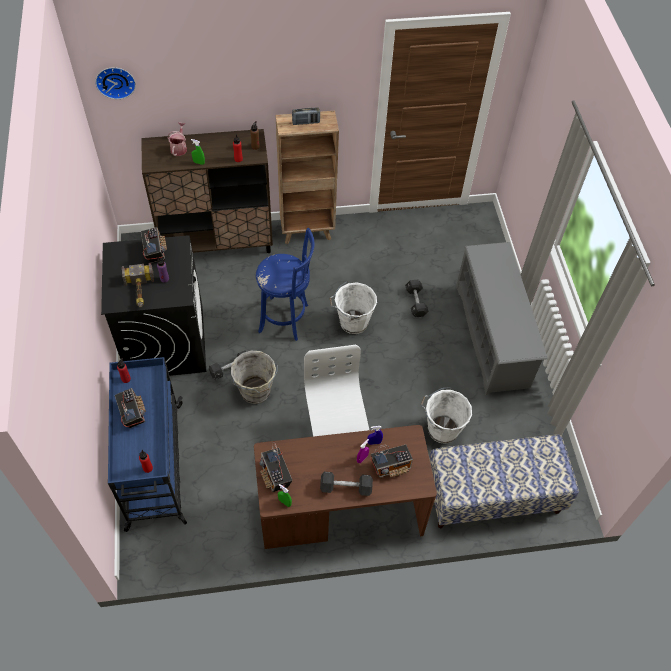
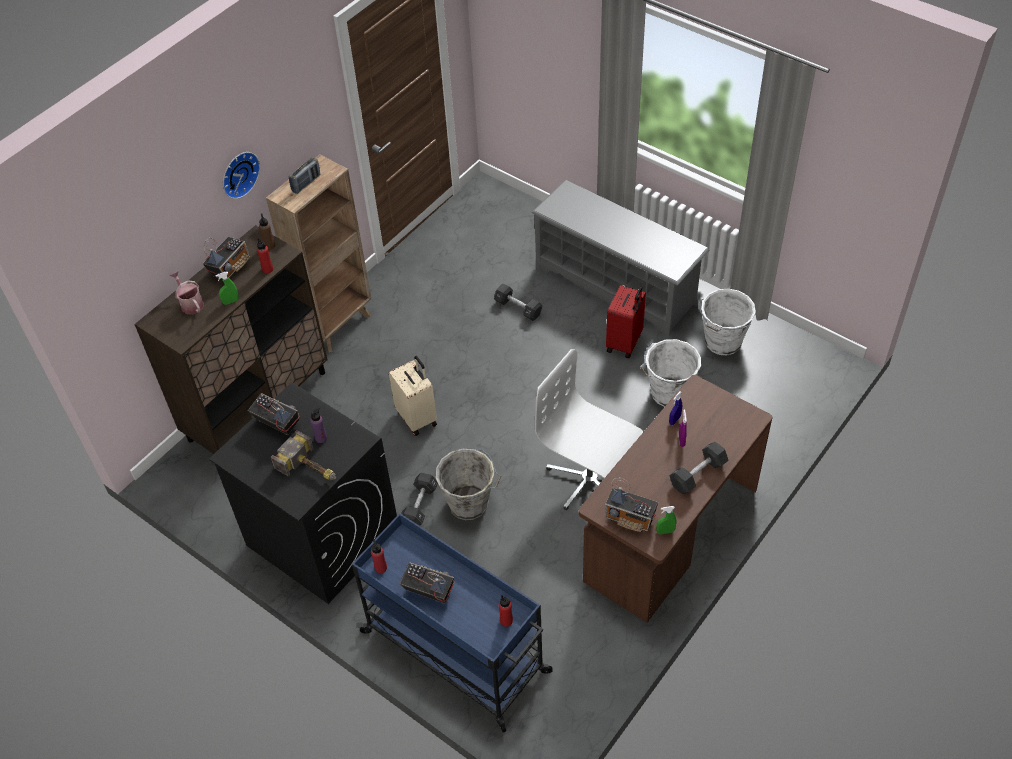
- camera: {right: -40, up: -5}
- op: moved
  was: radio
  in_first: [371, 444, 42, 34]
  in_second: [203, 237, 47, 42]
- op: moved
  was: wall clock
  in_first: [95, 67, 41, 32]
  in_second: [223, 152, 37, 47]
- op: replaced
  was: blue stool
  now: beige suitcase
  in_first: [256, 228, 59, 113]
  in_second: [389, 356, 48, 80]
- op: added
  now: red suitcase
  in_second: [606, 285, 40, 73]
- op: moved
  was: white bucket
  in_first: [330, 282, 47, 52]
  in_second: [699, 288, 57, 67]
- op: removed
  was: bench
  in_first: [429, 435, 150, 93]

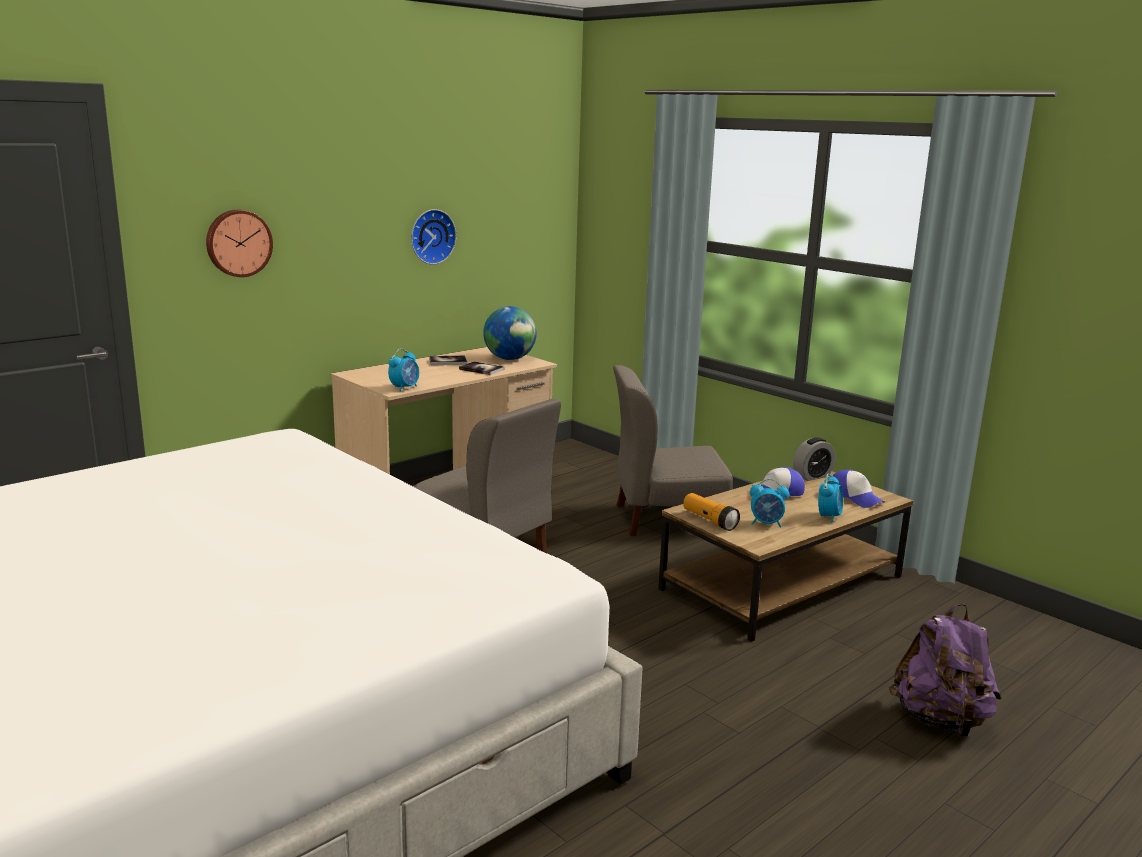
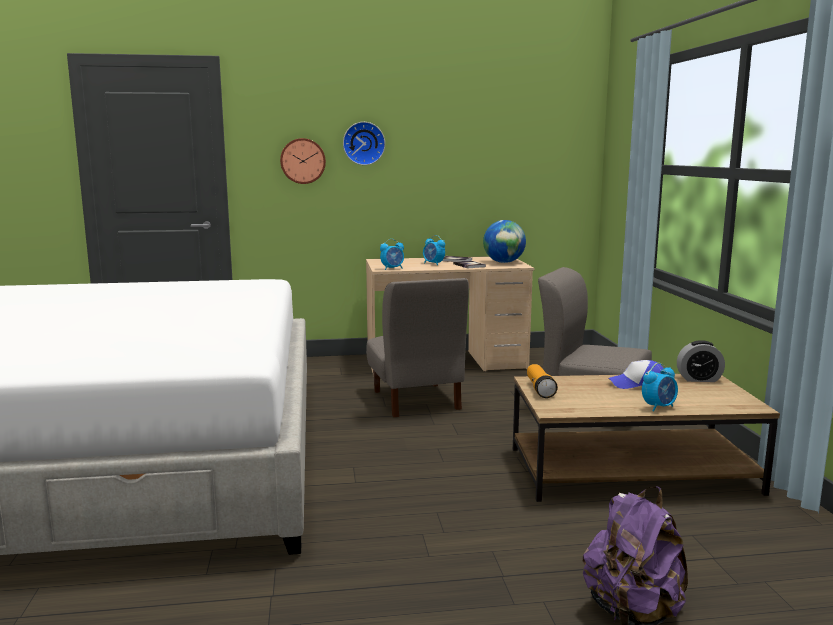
- camera: {right: 35, up: -5}
- op: moved
  was: wall clock
  in_first: [411, 209, 45, 56]
  in_second: [343, 122, 42, 43]
- op: moved
  was: alarm clock
  in_first: [750, 479, 39, 49]
  in_second: [423, 235, 22, 30]
- op: removed
  was: cap
  in_first: [833, 470, 51, 38]

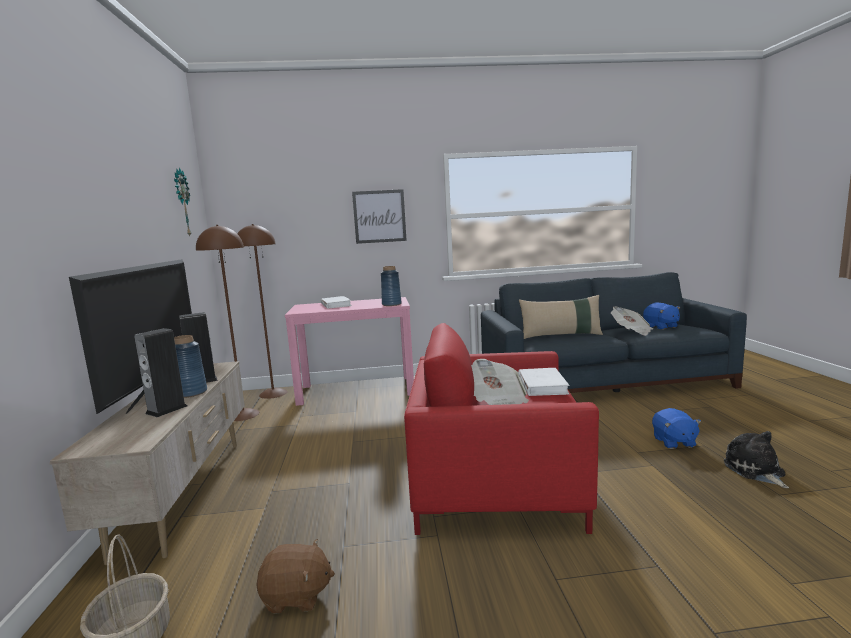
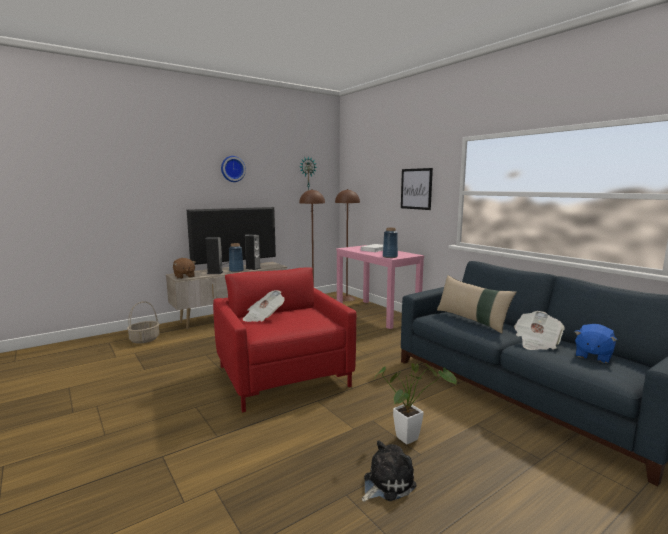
- camera: {right: 60, up: 0}
- op: moved
  was: brown plush toy
  in_first: [256, 539, 79, 75]
  in_second: [173, 258, 23, 21]
- op: added
  now: wall clock
  in_second: [221, 156, 25, 26]
- op: replaced
  was: blue plush toy
  now: potted plant
  in_first: [652, 408, 50, 41]
  in_second: [374, 363, 83, 81]
- op: removed
  was: white book
  in_first: [518, 368, 52, 28]

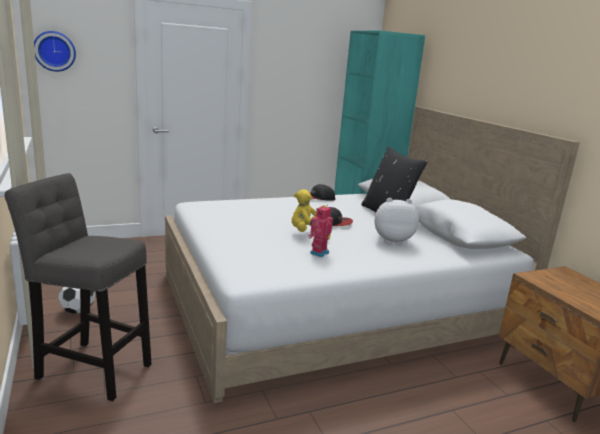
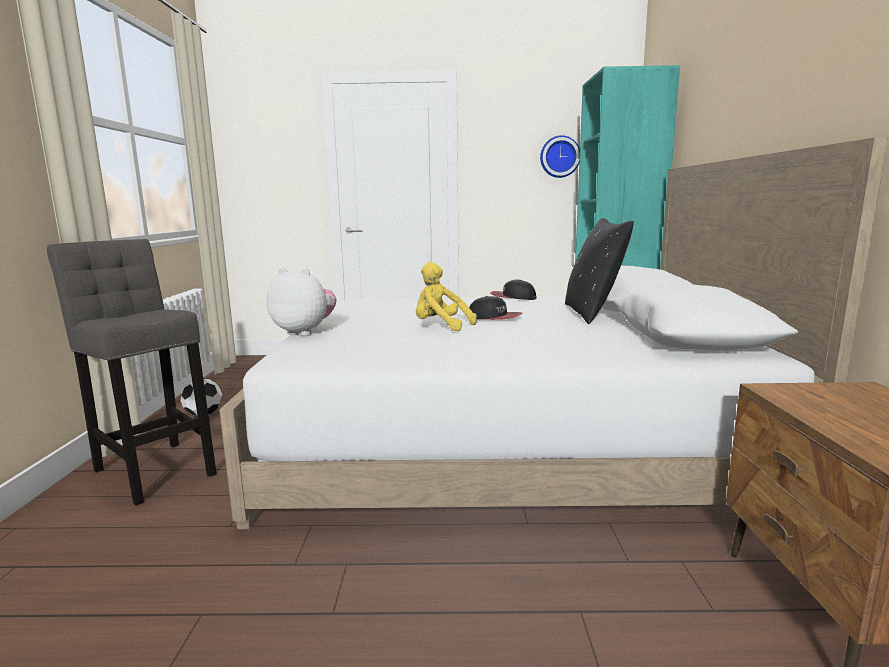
- camera: {right: 25, up: -5}
- op: moved
  was: plush toy
  in_first: [375, 198, 44, 46]
  in_second: [267, 268, 69, 68]
- op: moved
  was: wall clock
  in_first: [34, 31, 42, 41]
  in_second: [540, 135, 40, 43]
- op: removed
  was: toy robot
  in_first: [308, 205, 25, 52]

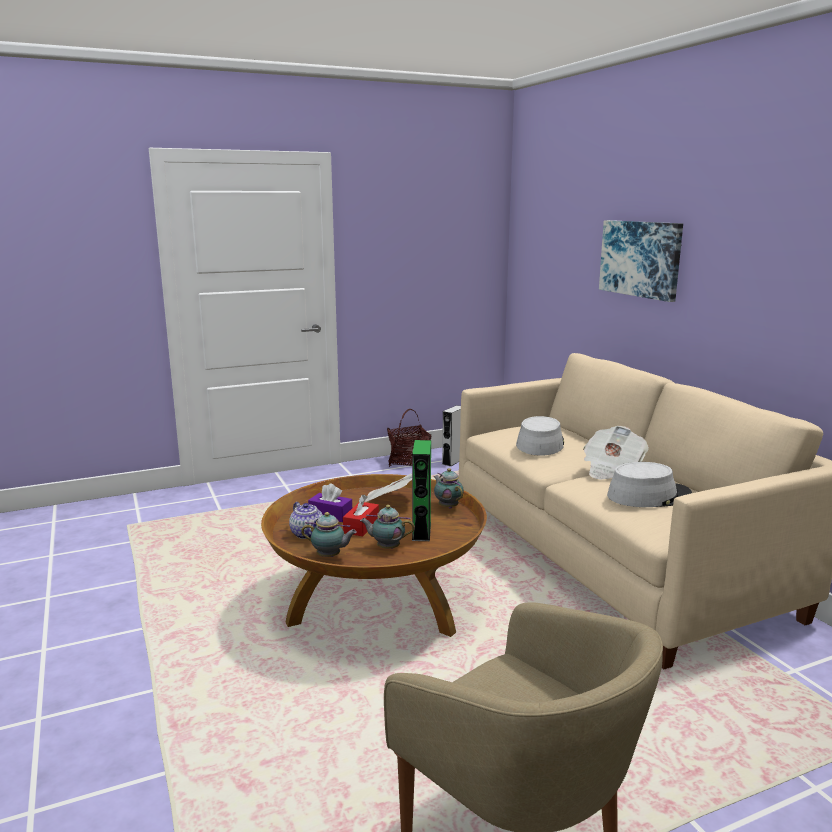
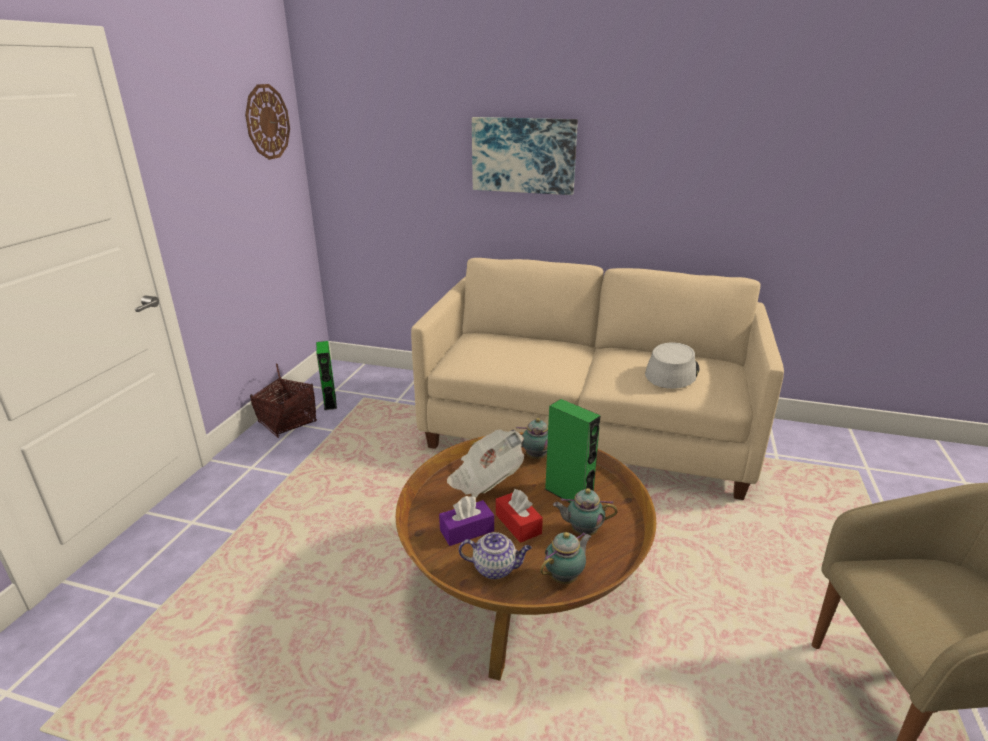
- camera: {right: -50, up: 10}
- op: added
  now: wall clock
  in_second: [245, 84, 45, 76]
- op: recoloured
  was: grey speaker
  now: green speaker
  in_first: [442, 405, 19, 61]
  in_second: [316, 341, 21, 69]
- op: turned
  was: teapot
  in_first: [360, 505, 55, 44]
  in_second: [553, 488, 64, 48]
  clockwise: 45
- op: removed
  was: grey hat
  in_first: [516, 416, 48, 40]
- op: removed
  was: newspaper
  in_first: [583, 426, 66, 53]

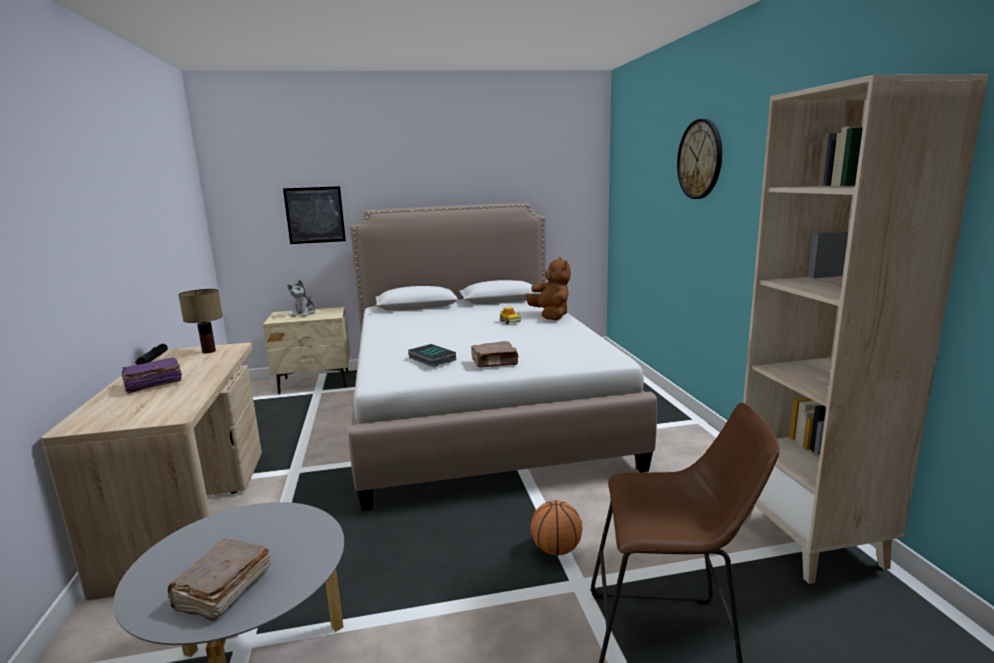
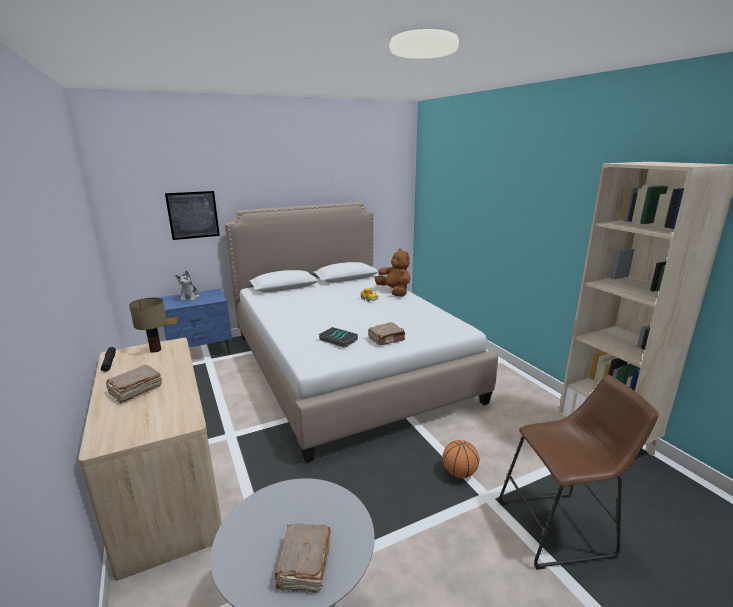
- camera: {right: -15, up: 5}
- op: recoloured
  was: purple book
  now: brown book
  in_first: [122, 357, 60, 37]
  in_second: [106, 365, 56, 38]
- op: recoloured
  was: beige nightstand
  now: blue nightstand
  in_first: [263, 307, 87, 87]
  in_second: [159, 289, 73, 66]
- op: removed
  was: wall clock
  in_first: [677, 119, 45, 80]

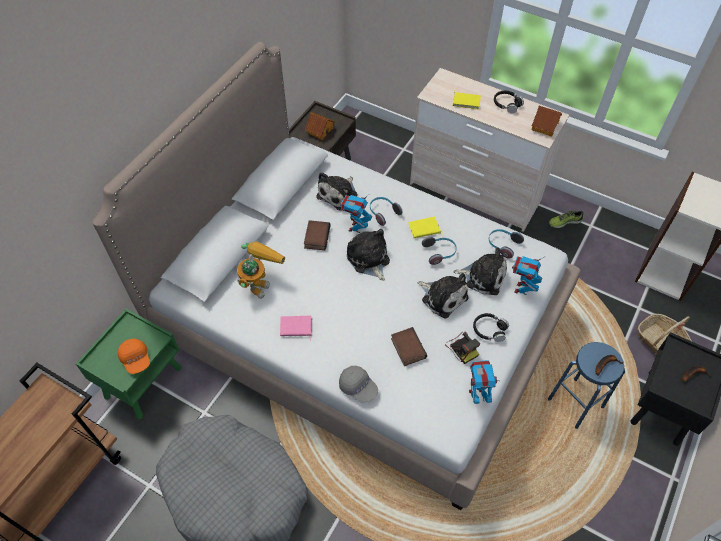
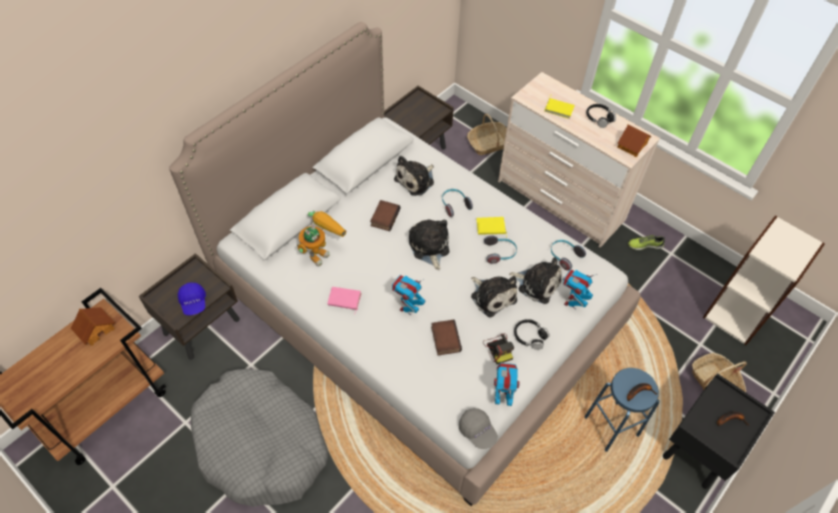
- camera: {right: 10, up: 0}
- op: moved
  was: toy house
  in_first: [305, 112, 30, 28]
  in_second: [71, 307, 44, 38]
- op: recoloured
  was: green nightstand
  now: brown nightstand
  in_first: [75, 308, 107, 111]
  in_second: [139, 253, 101, 107]
- op: recoloured
  was: orange cap
  now: blue cap
  in_first: [118, 338, 32, 36]
  in_second: [178, 283, 28, 32]
- op: moved
  was: toy robot
  in_first: [340, 194, 32, 39]
  in_second: [392, 275, 33, 40]
- op: moved
  was: grey cap
  in_first: [339, 366, 39, 37]
  in_second: [459, 408, 39, 41]
- op: added
  now: basket
  in_second: [467, 114, 40, 41]

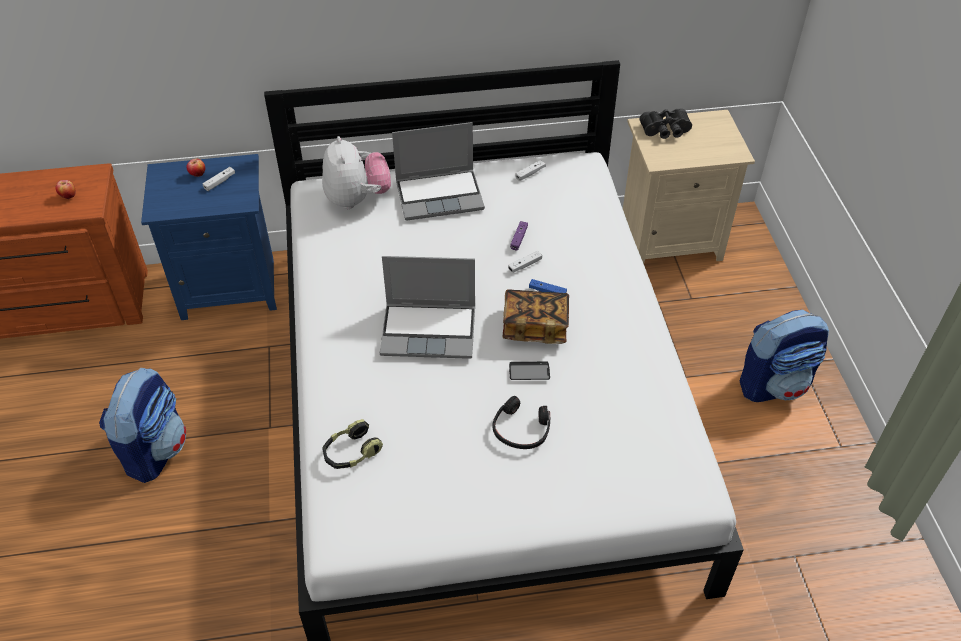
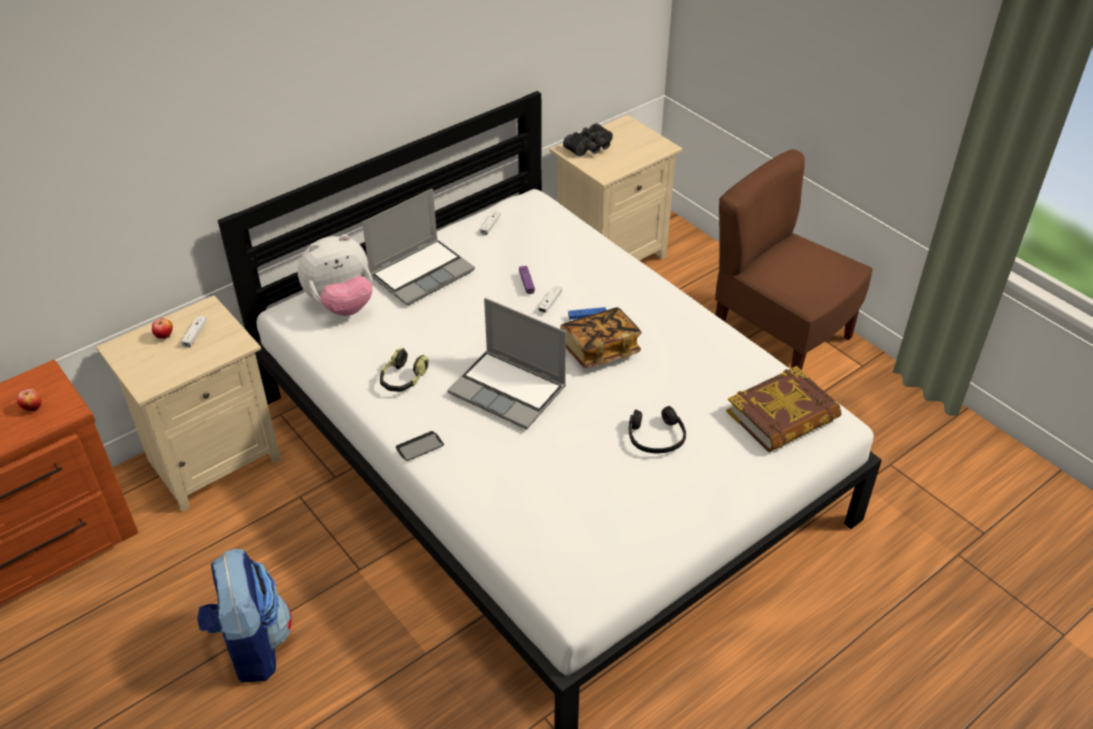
- camera: {right: -30, up: -5}
- op: recoloured
  was: blue nightstand
  now: beige nightstand
  in_first: [141, 154, 136, 166]
  in_second: [96, 296, 185, 216]
- op: turned
  was: plush toy
  in_first: [322, 136, 69, 73]
  in_second: [298, 234, 75, 82]
  clockwise: 105
- op: moved
  was: headphones
  in_first: [322, 419, 61, 50]
  in_second: [380, 348, 49, 44]
- op: moved
  was: phone
  in_first: [509, 362, 41, 18]
  in_second: [396, 431, 48, 30]
- op: turned
  was: laptop
  in_first: [380, 256, 95, 103]
  in_second: [448, 298, 118, 132]
  clockwise: 60
- op: replaced
  was: backpack
  now: brown chair
  in_first: [740, 310, 89, 92]
  in_second: [715, 149, 157, 221]
- op: added
  now: book
  in_second: [726, 366, 115, 86]

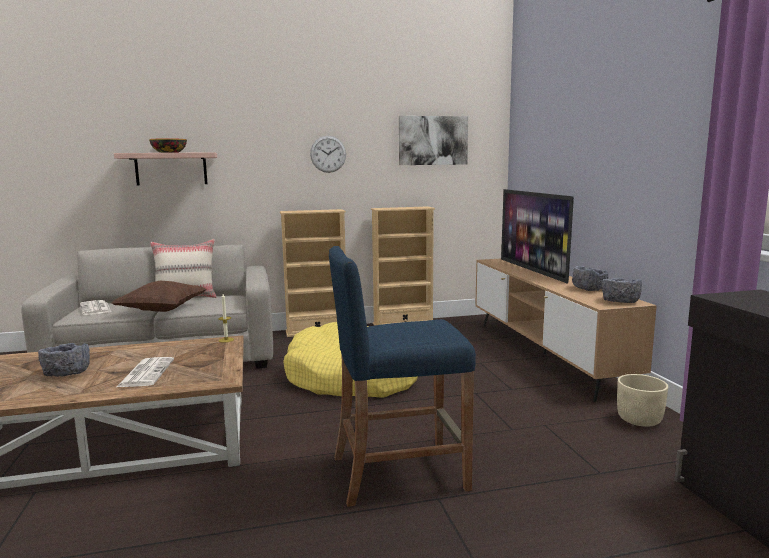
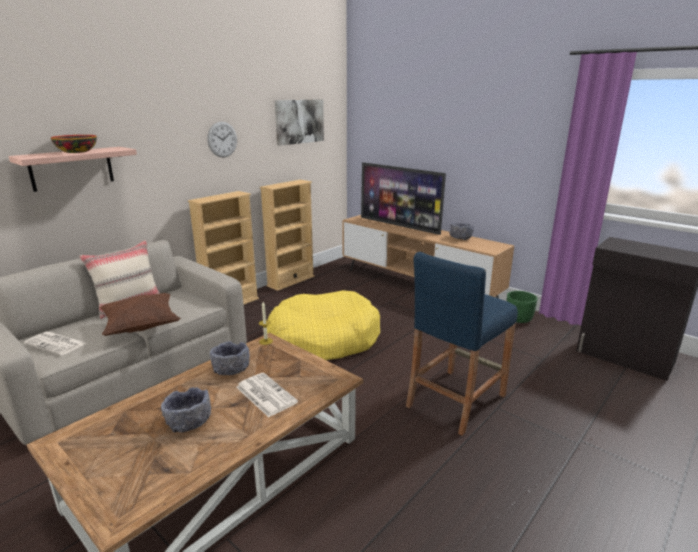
- camera: {right: -35, up: 10}
- op: moved
  was: grey bowl
  in_first: [602, 278, 40, 25]
  in_second: [210, 341, 40, 34]
- op: recoloured
  was: beige planter
  now: green planter
  in_first: [617, 374, 51, 53]
  in_second: [507, 291, 31, 32]

